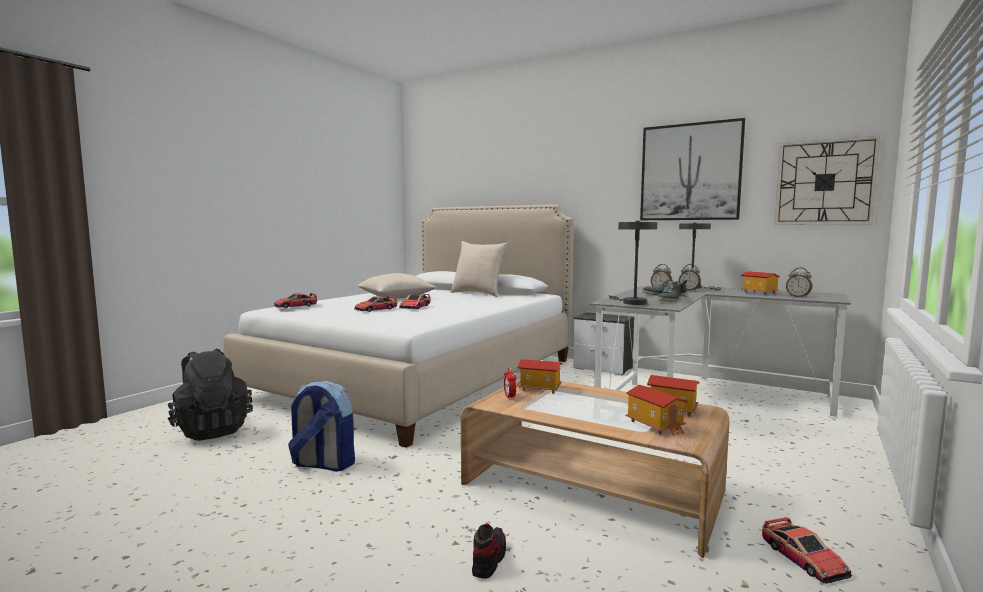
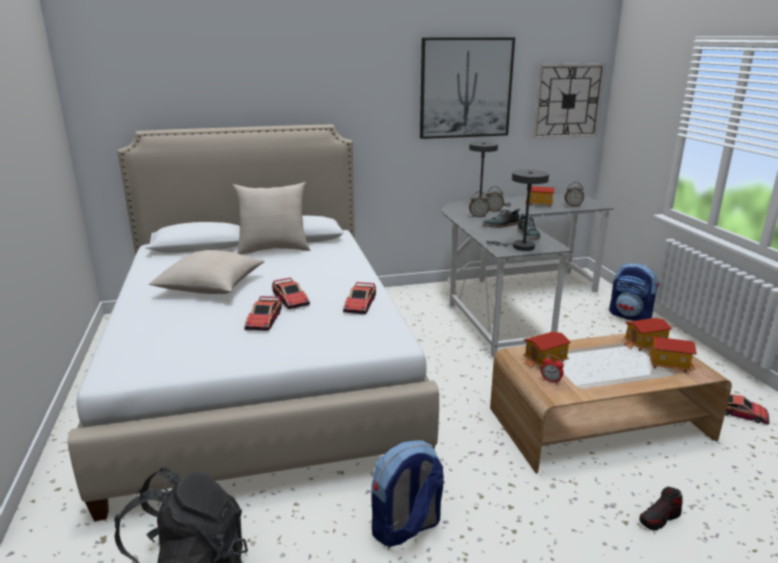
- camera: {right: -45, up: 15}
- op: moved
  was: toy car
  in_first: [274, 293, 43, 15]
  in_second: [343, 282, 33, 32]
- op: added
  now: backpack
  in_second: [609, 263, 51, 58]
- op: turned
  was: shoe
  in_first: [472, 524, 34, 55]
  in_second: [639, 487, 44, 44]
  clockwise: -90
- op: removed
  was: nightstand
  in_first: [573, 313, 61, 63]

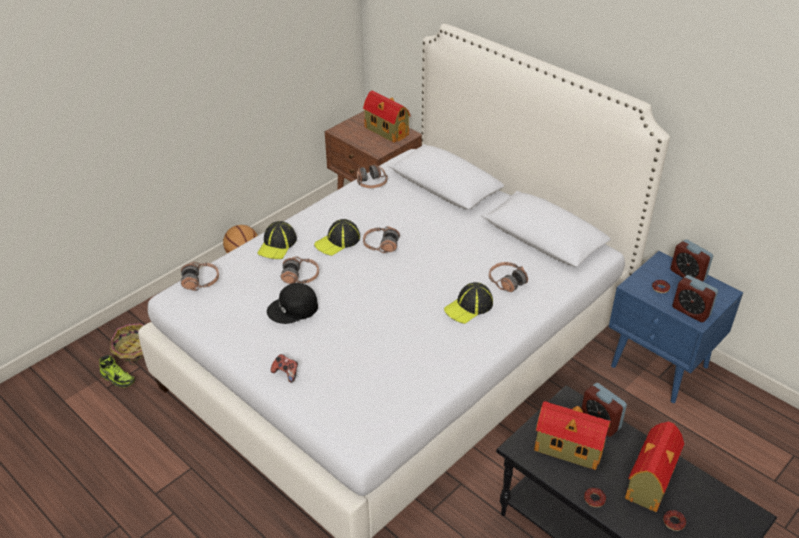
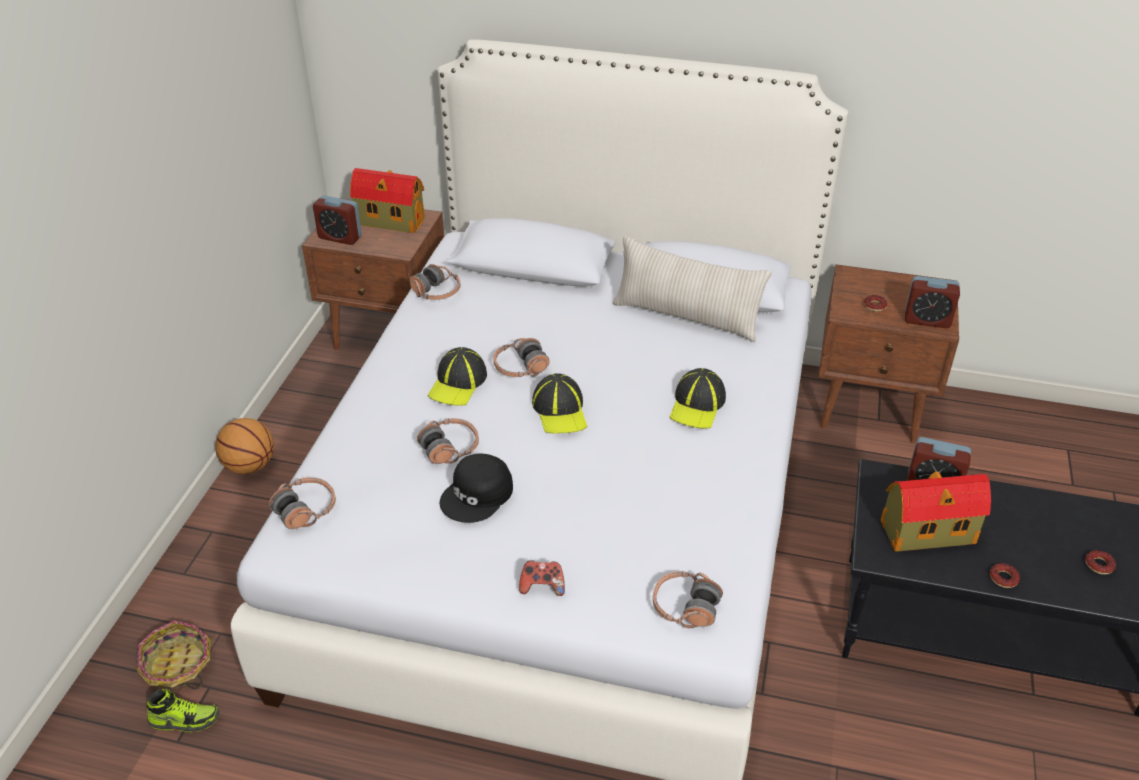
- camera: {right: -30, up: 0}
- op: moved
  was: alarm clock
  in_first: [670, 239, 43, 43]
  in_second: [313, 195, 49, 50]
- op: moved
  was: cap
  in_first: [257, 221, 40, 38]
  in_second: [532, 373, 55, 60]
- op: added
  now: beige pillow
  in_second: [613, 236, 159, 106]
- op: moved
  was: headphones
  in_first: [489, 262, 39, 30]
  in_second: [653, 571, 70, 57]
- op: recoloured
  was: blue nightstand
  now: brown nightstand
  in_first: [609, 251, 134, 152]
  in_second: [818, 264, 141, 179]
- op: removed
  was: toy house
  in_first: [625, 421, 59, 91]

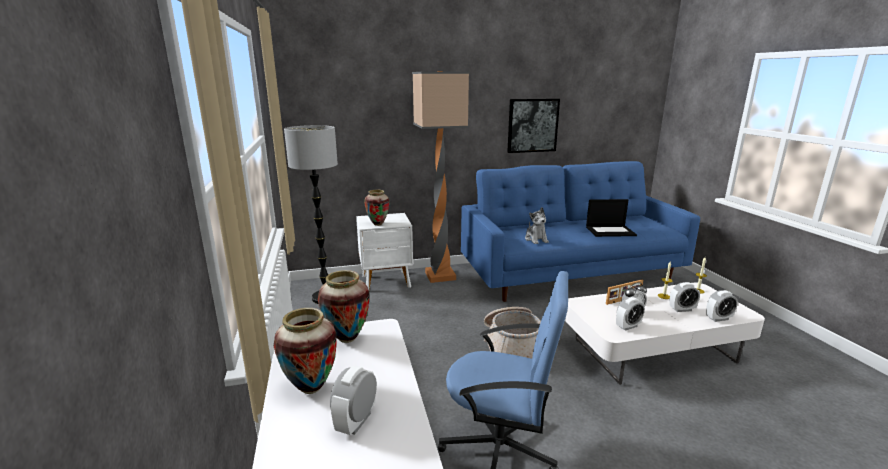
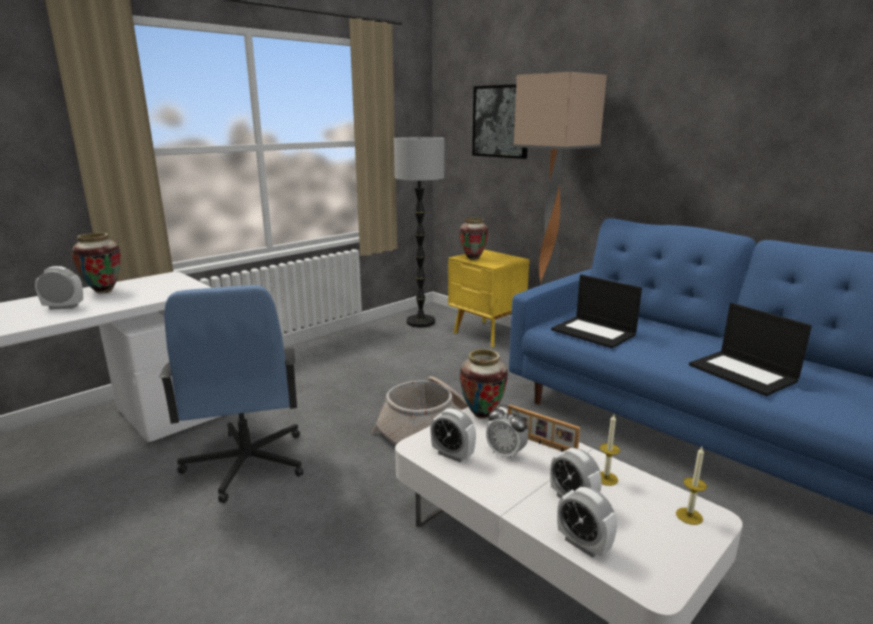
- camera: {right: 60, up: 0}
- op: recoloured
  was: white nightstand
  now: yellow nightstand
  in_first: [356, 213, 57, 77]
  in_second: [448, 249, 81, 98]
- op: moved
  was: vase
  in_first: [318, 270, 51, 73]
  in_second: [459, 349, 49, 70]
- op: moved
  was: picture
  in_first: [507, 99, 53, 54]
  in_second: [472, 84, 56, 75]
- op: replaced
  was: plush toy
  now: laptop
  in_first: [525, 207, 24, 37]
  in_second: [551, 275, 91, 73]

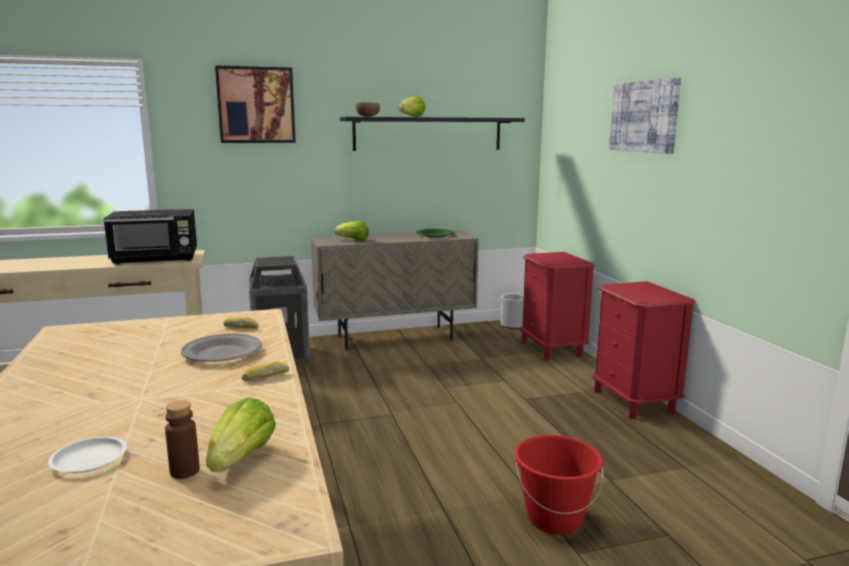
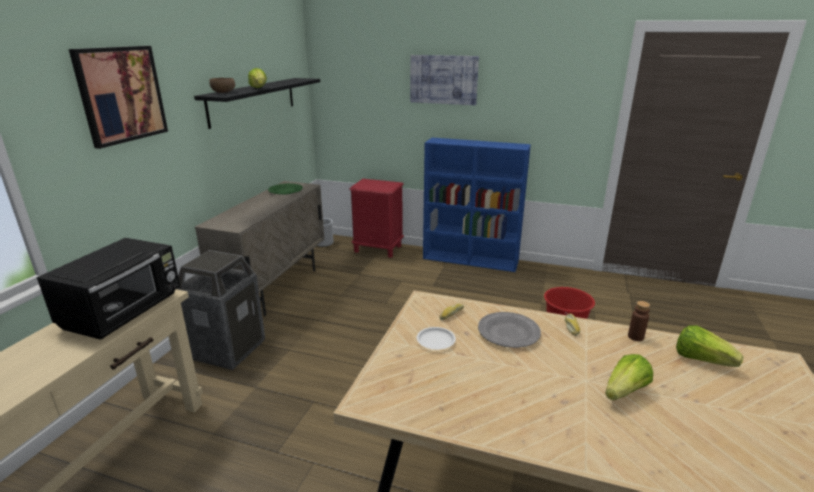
- camera: {right: -55, up: 10}
- op: moved
  was: white plate
  in_first: [48, 437, 79, 36]
  in_second: [417, 327, 39, 23]
- op: replaced
  was: red nightstand
  now: blue bookcase
  in_first: [592, 281, 104, 139]
  in_second: [423, 138, 108, 134]
- op: moved
  was: lettuce
  in_first: [335, 221, 34, 20]
  in_second: [605, 354, 48, 47]
- op: moved
  was: brown bottle
  in_first: [165, 400, 35, 79]
  in_second: [628, 301, 22, 40]

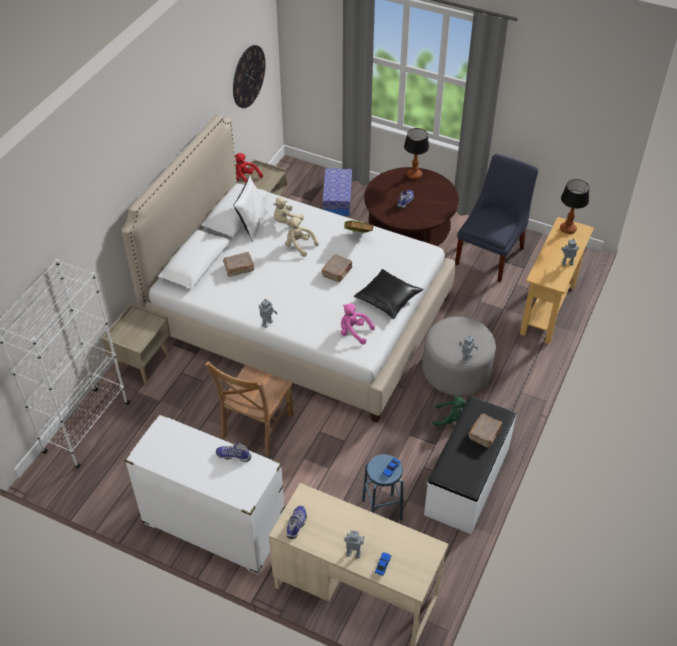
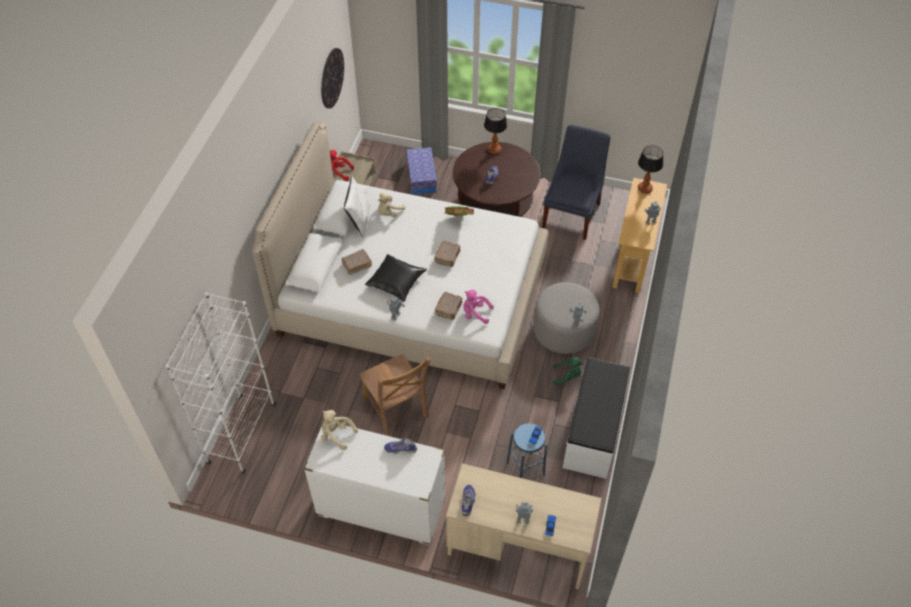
- camera: {right: -10, up: 5}
- op: moved
  was: beige plush toy
  in_first: [285, 217, 34, 40]
  in_second: [321, 410, 37, 40]
- op: turned
  was: brown chair
  in_first: [205, 361, 88, 95]
  in_second: [359, 354, 72, 82]
  clockwise: -45
- op: moved
  was: black pillow
  in_first: [354, 269, 69, 50]
  in_second: [365, 254, 62, 48]
- op: moved
  was: brown book
  in_first: [469, 413, 33, 35]
  in_second: [435, 292, 28, 28]
- op: removed
  was: beige nightstand
  in_first: [101, 303, 69, 80]

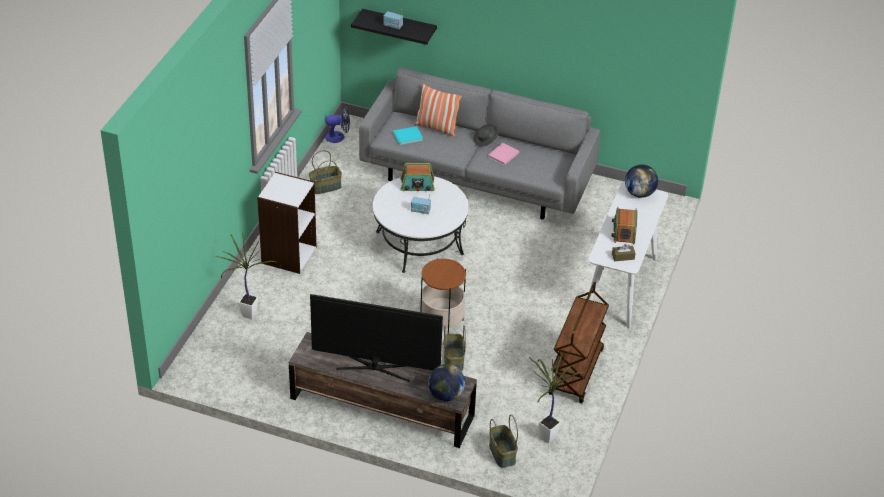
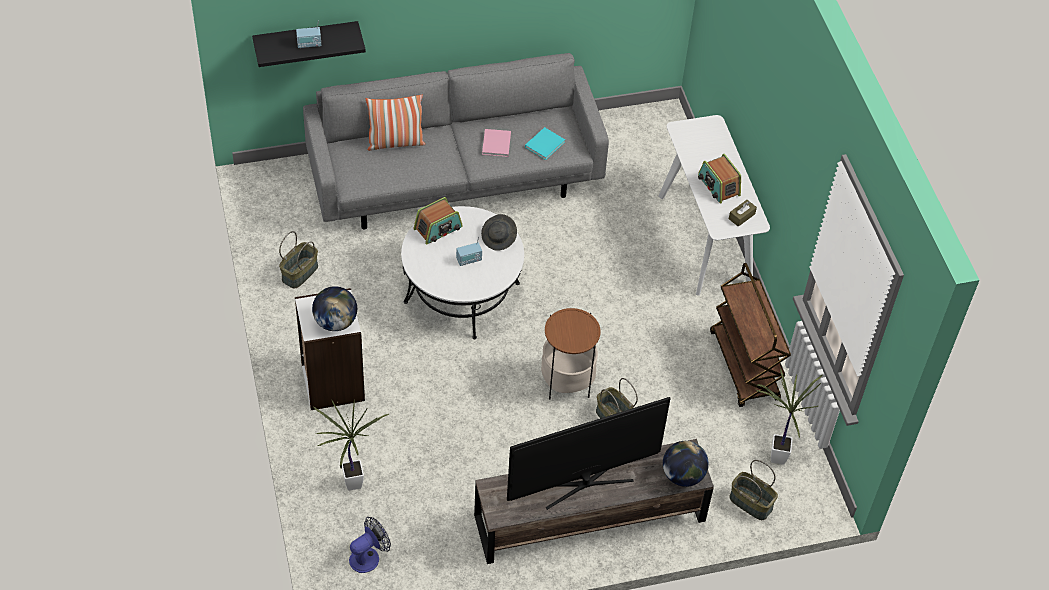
- camera: {right: -35, up: 10}
- op: moved
  was: globe
  in_first: [625, 165, 33, 33]
  in_second: [312, 286, 45, 45]
- op: moved
  was: fan
  in_first: [325, 107, 25, 36]
  in_second: [349, 517, 42, 56]
- op: moved
  was: grey hat
  in_first: [473, 124, 26, 22]
  in_second: [481, 214, 36, 36]
- op: moved
  was: turquoise book
  in_first: [393, 126, 30, 19]
  in_second: [525, 127, 40, 33]

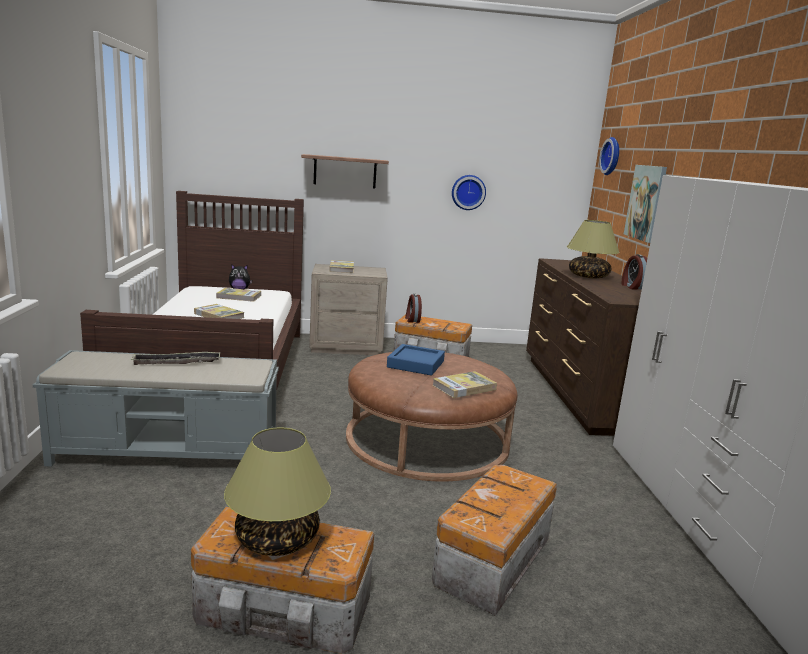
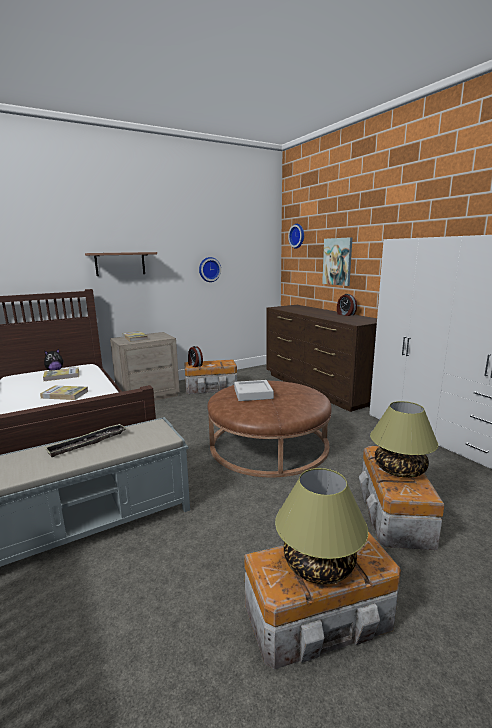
- camera: {right: -25, up: 0}
- op: recoloured
  was: blue tray
  now: grey tray
  in_first: [387, 344, 58, 31]
  in_second: [234, 380, 40, 21]
- op: moved
  was: table lamp
  in_first: [567, 220, 53, 58]
  in_second: [370, 401, 68, 77]
- op: removed
  was: book
  in_first: [432, 371, 65, 27]

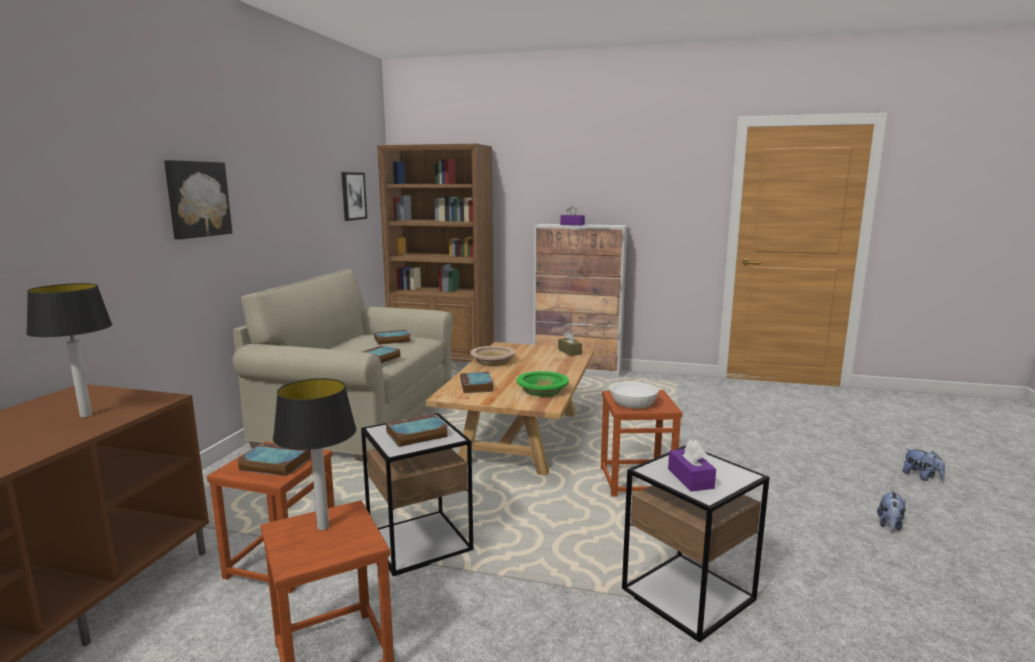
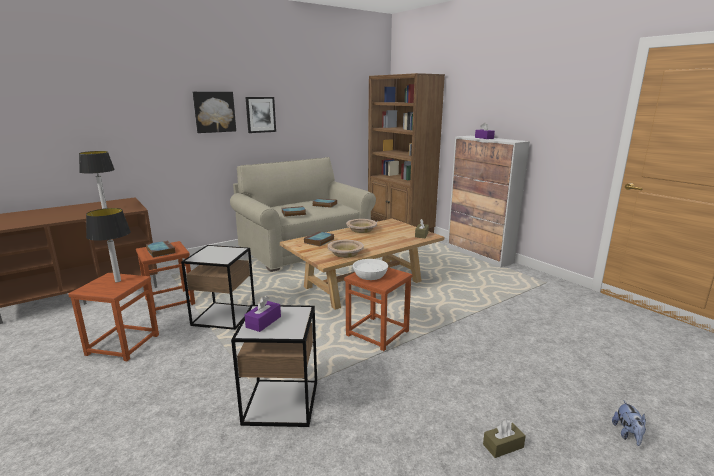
- camera: {right: 40, up: 5}
- op: moved
  was: picture
  in_first: [342, 172, 25, 49]
  in_second: [245, 97, 31, 36]
- op: recoloured
  was: green bowl
  now: beige bowl
  in_first: [517, 371, 52, 25]
  in_second: [328, 240, 36, 18]
- op: replaced
  was: plush toy
  now: brown tissue box
  in_first: [877, 491, 29, 40]
  in_second: [483, 420, 43, 38]
- op: removed
  was: book
  in_first: [386, 414, 63, 33]

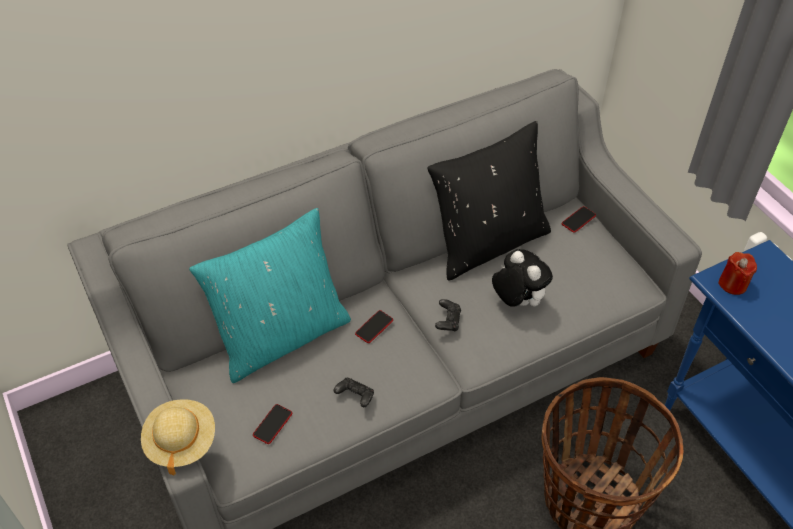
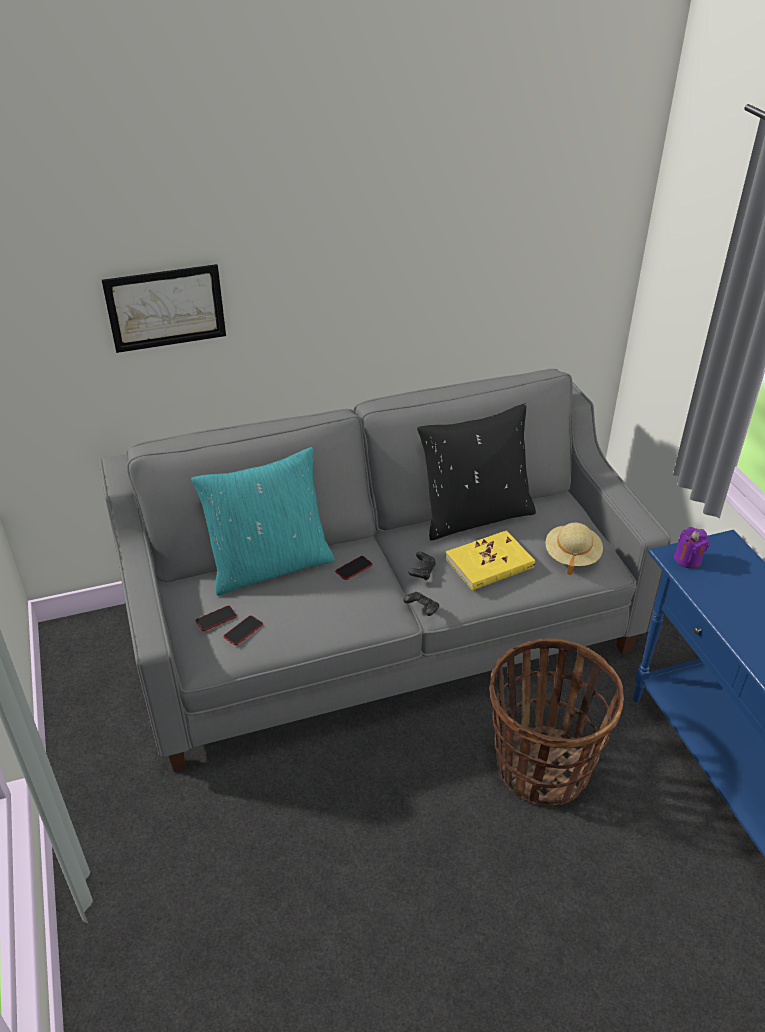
- camera: {right: 10, up: -10}
- op: added
  now: picture
  in_second: [102, 264, 124, 89]
- op: moved
  was: phone
  in_first: [562, 206, 34, 27]
  in_second: [195, 606, 42, 25]
- op: moved
  was: black game controller
  in_first: [333, 378, 41, 29]
  in_second: [403, 592, 36, 24]
- op: replaced
  was: plush toy
  now: yellow book
  in_first: [492, 249, 61, 58]
  in_second: [445, 530, 90, 61]
- op: moved
  was: beige hat
  in_first: [141, 399, 74, 77]
  in_second: [545, 523, 58, 52]
- op: recoloured
  was: red candle
  now: purple candle
  in_first: [718, 252, 39, 43]
  in_second: [674, 527, 35, 41]

